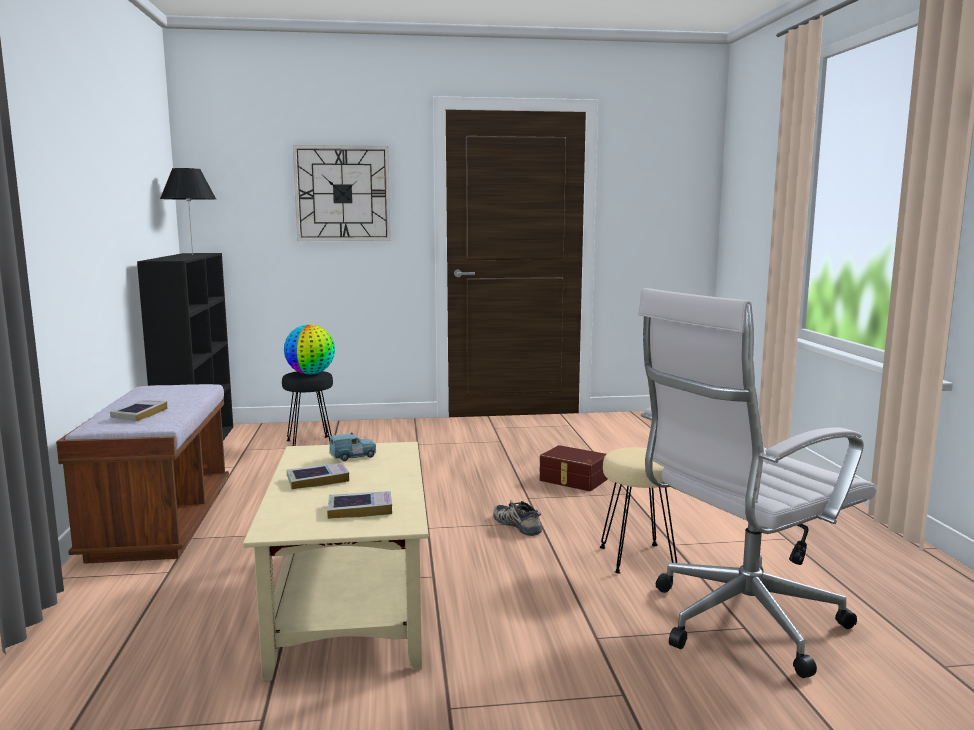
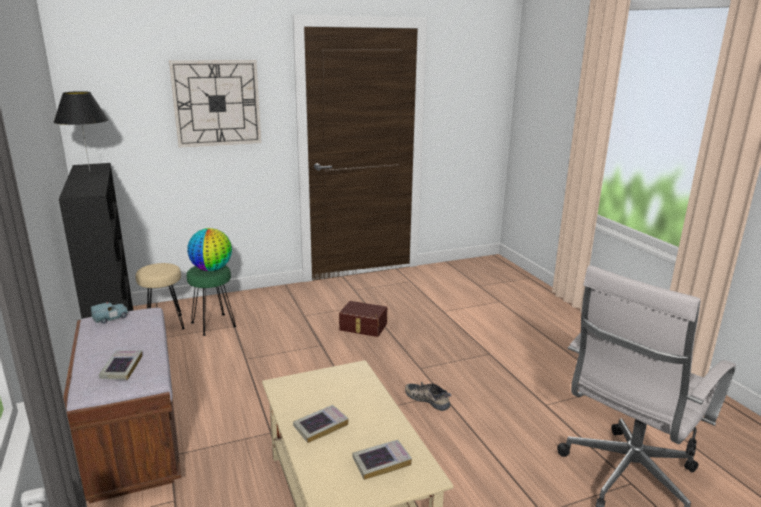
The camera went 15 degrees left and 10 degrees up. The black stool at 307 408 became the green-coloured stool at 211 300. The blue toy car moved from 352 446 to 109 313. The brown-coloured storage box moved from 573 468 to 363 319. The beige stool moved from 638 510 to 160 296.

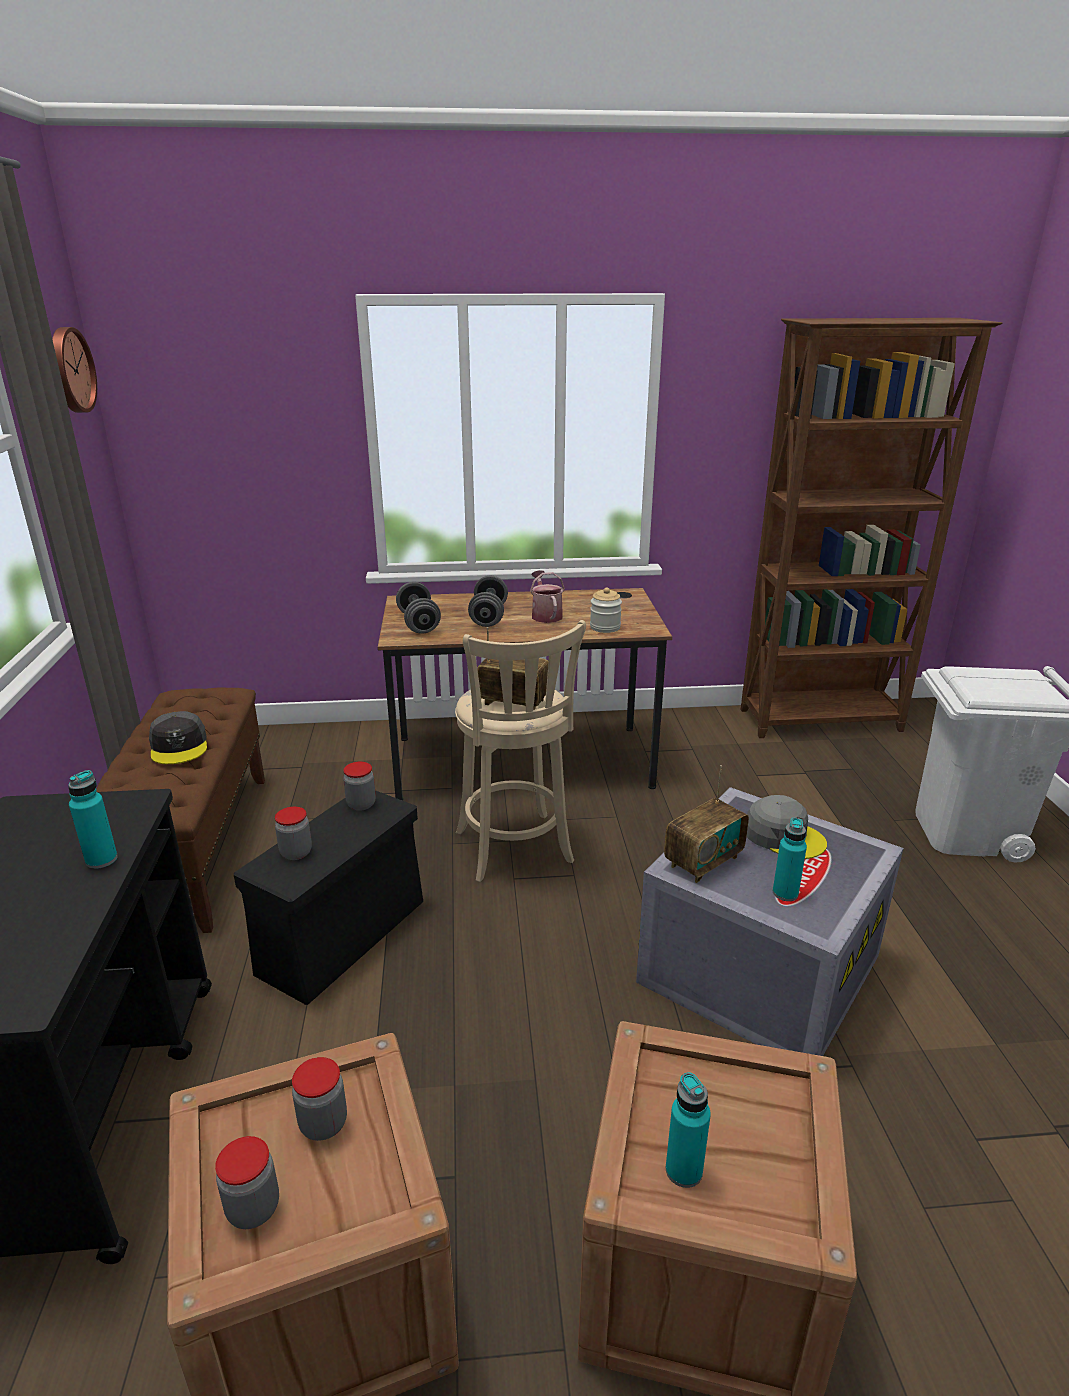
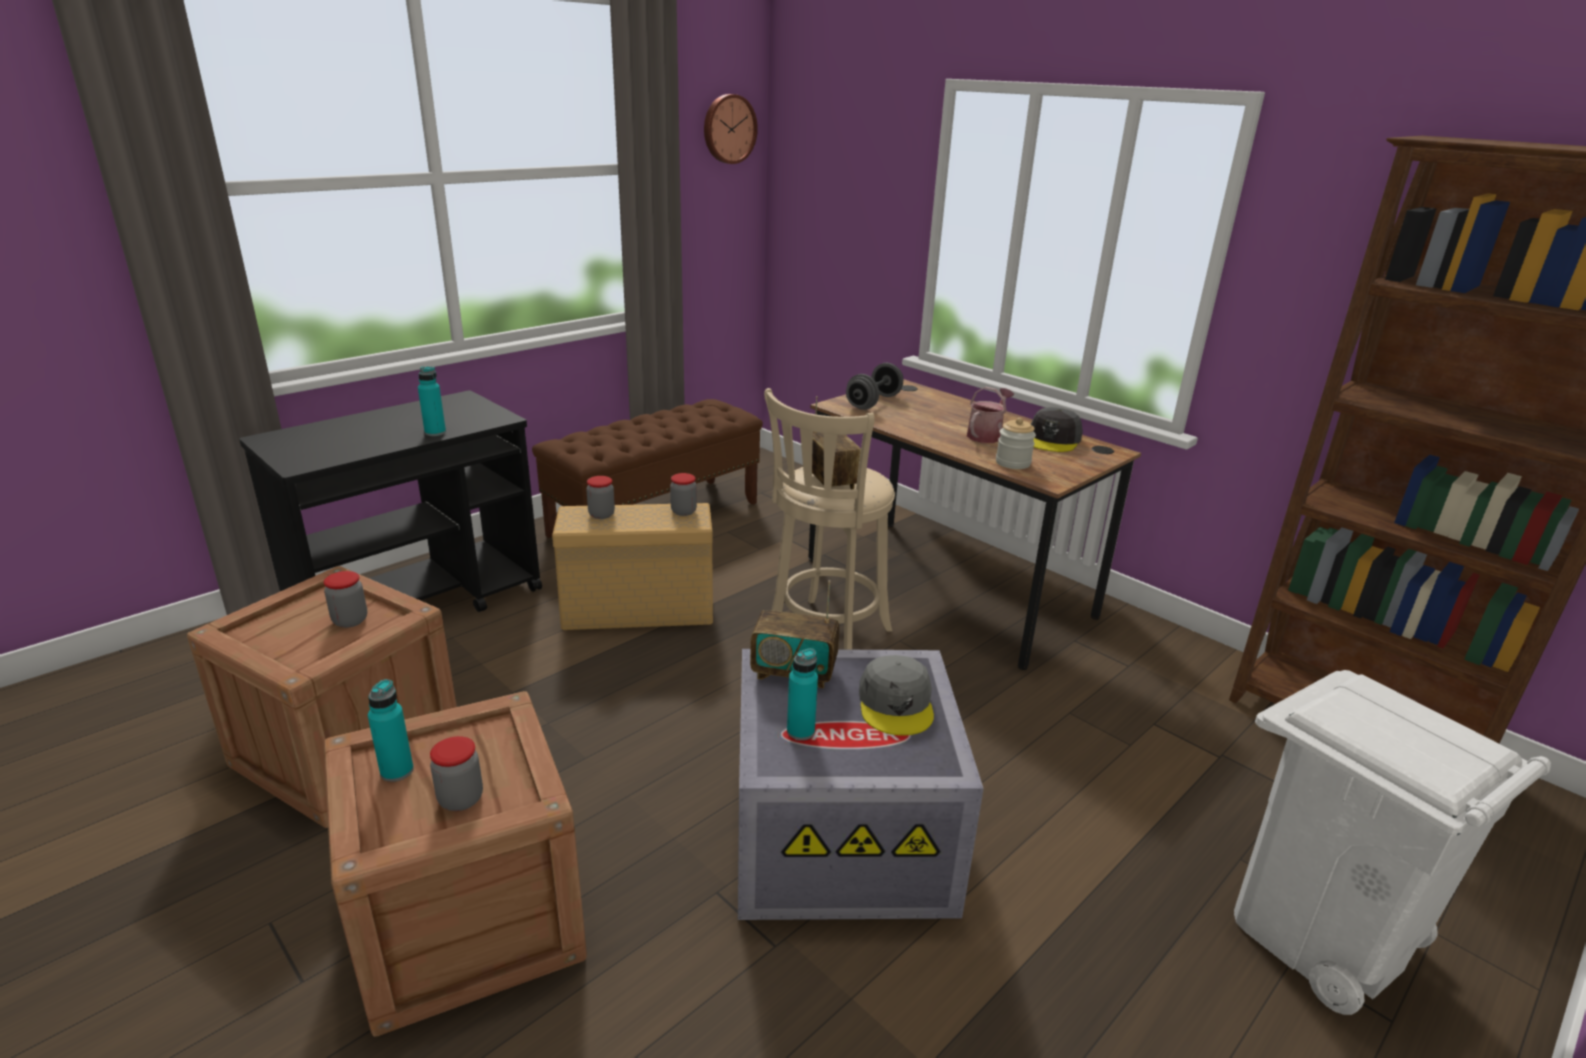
The camera went 50 degrees right and 0 degrees up. The grey hand weight at 488 601 disappeared. The grey cap moved from 178 737 to 1057 429. The black storage box at 328 897 became the beige storage box at 632 566. The preserve jar moved from 247 1182 to 456 773.

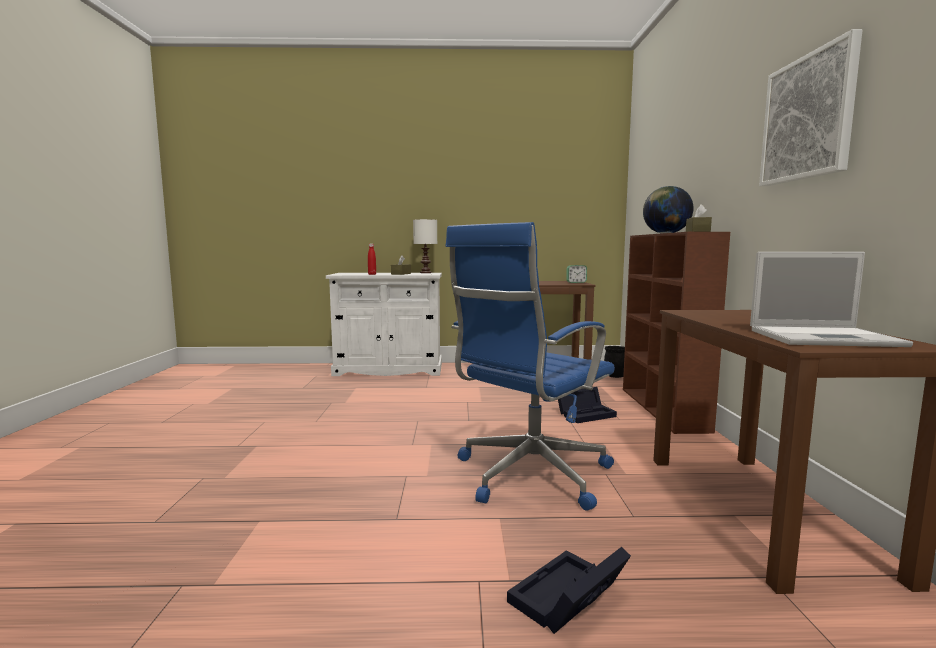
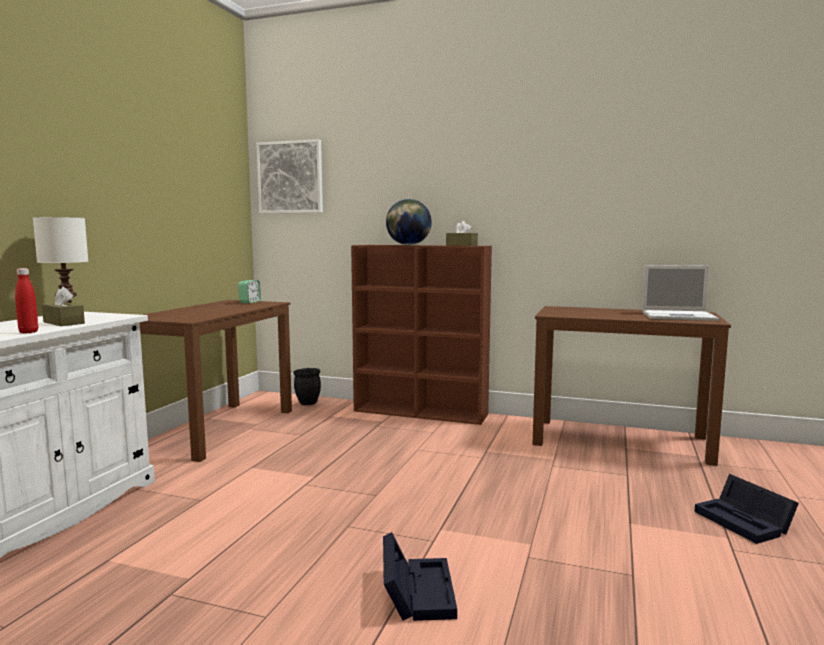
The camera went 70 degrees left and 0 degrees up. The picture moved from 811 107 to 289 176. The blue desk chair at 530 366 disappeared. The laptop at 831 299 turned 75 degrees clockwise. The black storage box moved from 587 405 to 420 576.

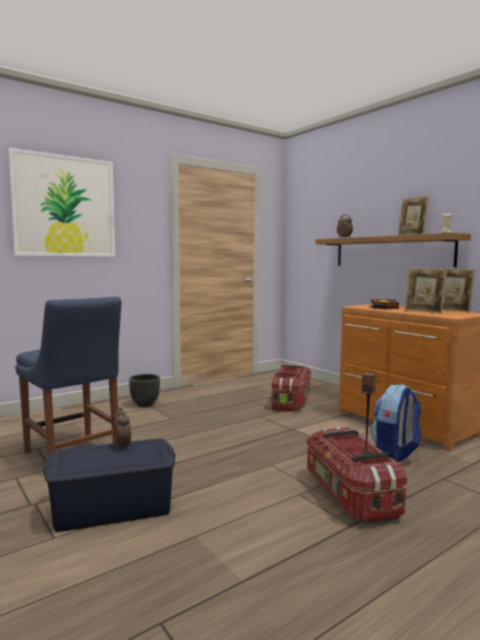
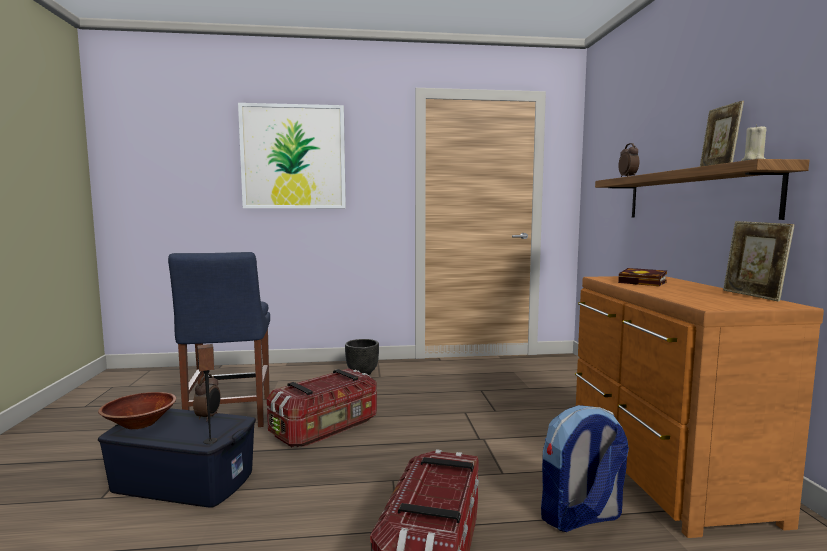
The camera went 30 degrees right and 0 degrees up. The picture frame at 426 290 disappeared. The storage box moved from 291 387 to 322 408. The audio speaker moved from 369 413 to 207 394. The brown-coloured bowl at 137 410 appeared.

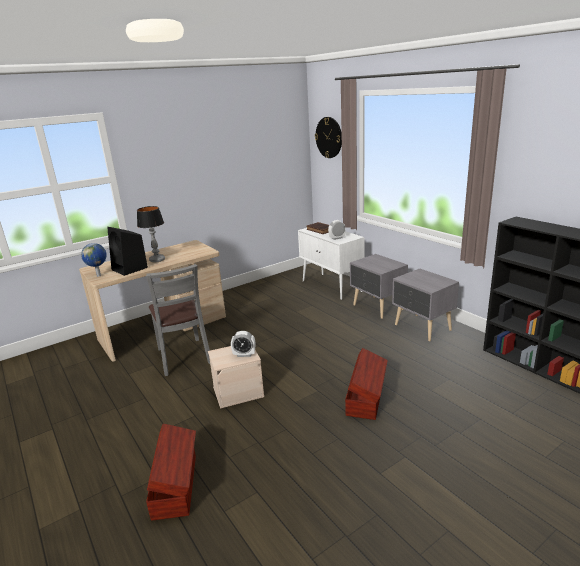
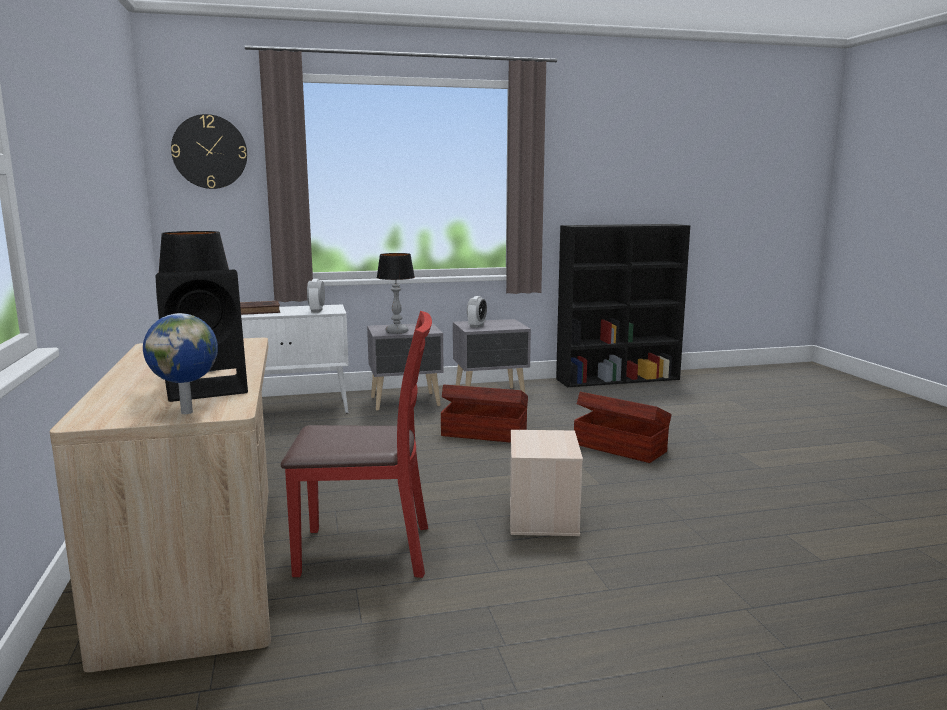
The camera went 70 degrees left and 10 degrees down. The grey upright chair at 178 320 became the red upright chair at 356 444. The table clock moved from 243 344 to 477 312. The brown-coloured storage box moved from 171 472 to 484 414. The table lamp at 396 293 appeared.

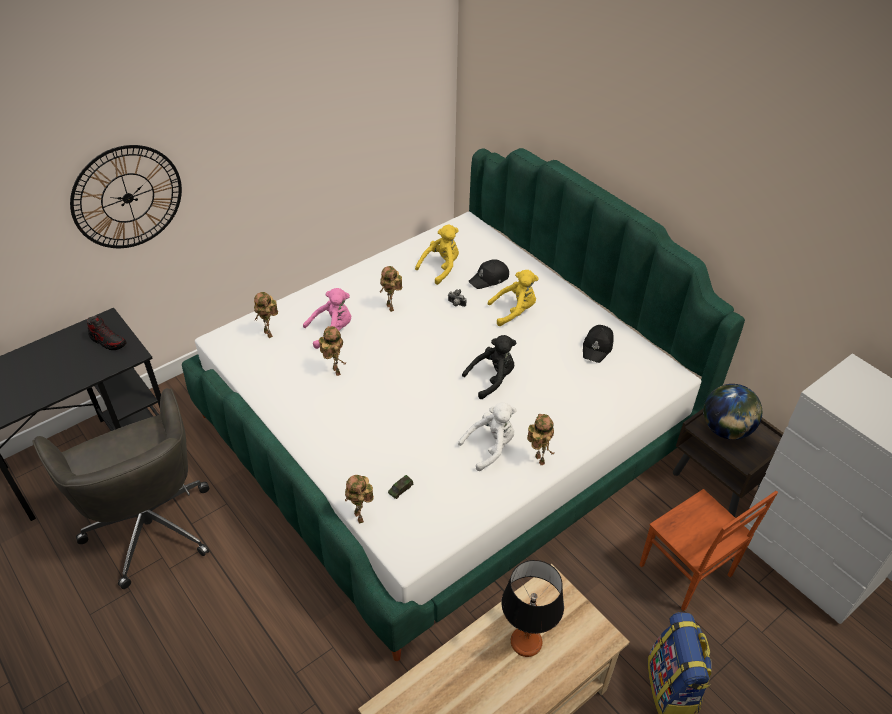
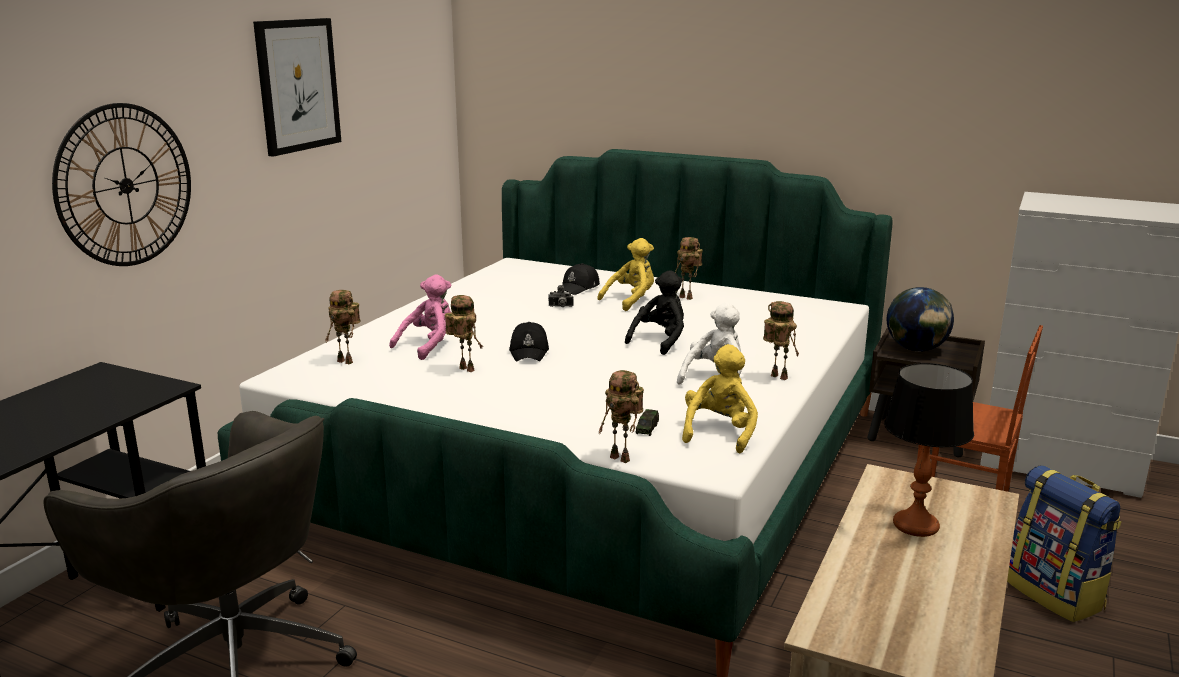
The camera went 25 degrees left and 25 degrees down. The yellowish soft toy moved from 437 254 to 720 398. The toy robot moved from 390 289 to 689 268. The item of footwear at 107 333 disappeared. The black cap moved from 598 344 to 529 342. The picture at 297 87 appeared.

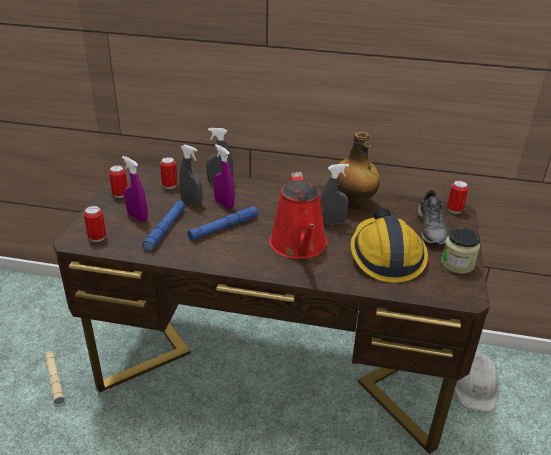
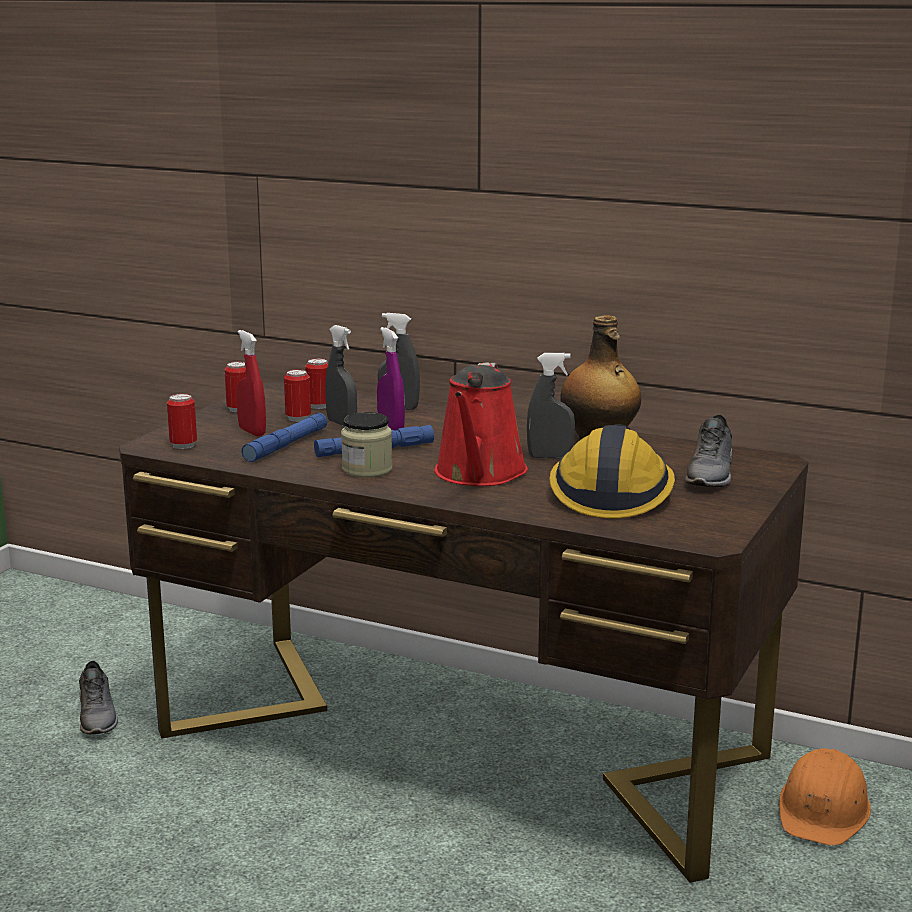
The camera went 15 degrees right and 15 degrees down. The purple hand sprayer at 135 189 became the red hand sprayer at 251 383. The sealed can moved from 458 197 to 297 395. The preserve jar moved from 460 251 to 366 445. The beige flashlight at 55 378 was replaced by the grey item of footwear at 98 697. The whitish safety helmet at 477 382 became the orange-coloured safety helmet at 825 797.

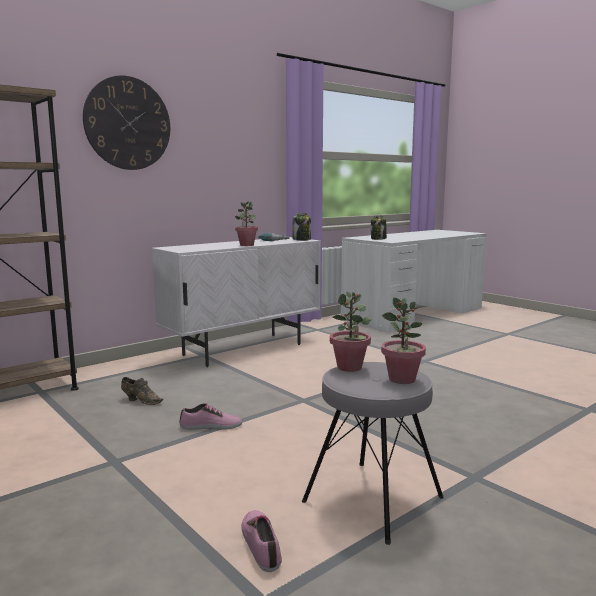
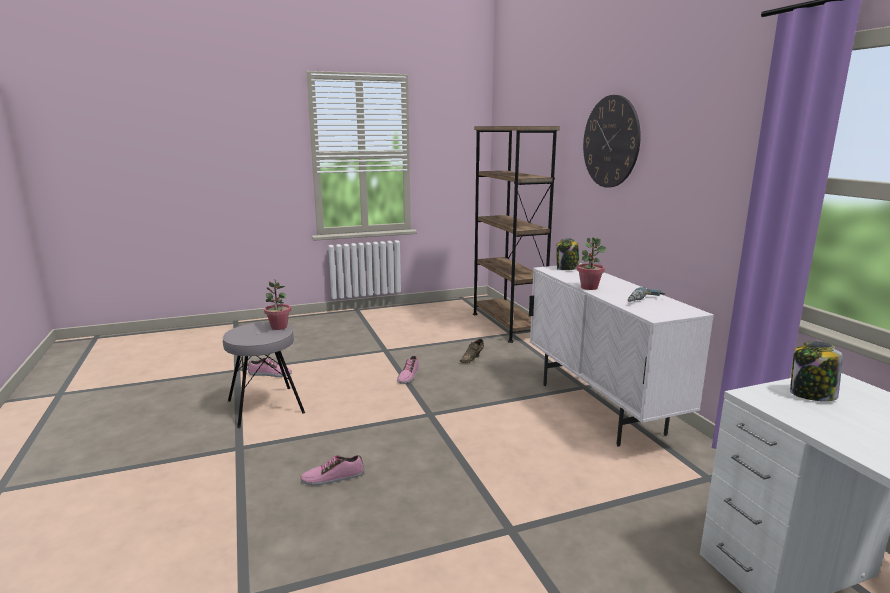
The camera went 110 degrees right and 5 degrees up. The preserve jar moved from 302 227 to 567 254. The plant in a pot at 403 341 disappeared. The item of footwear at 332 470 appeared.

